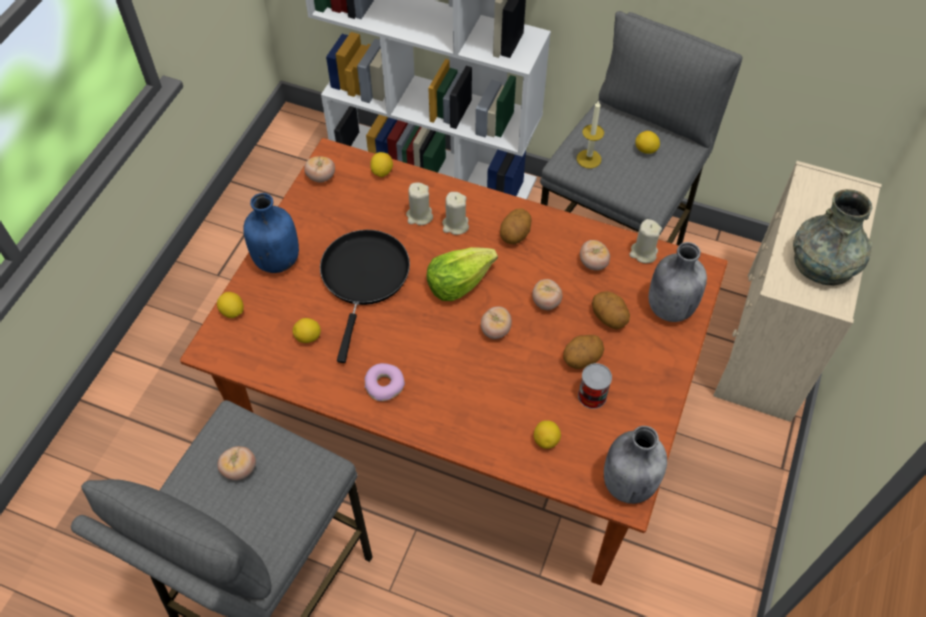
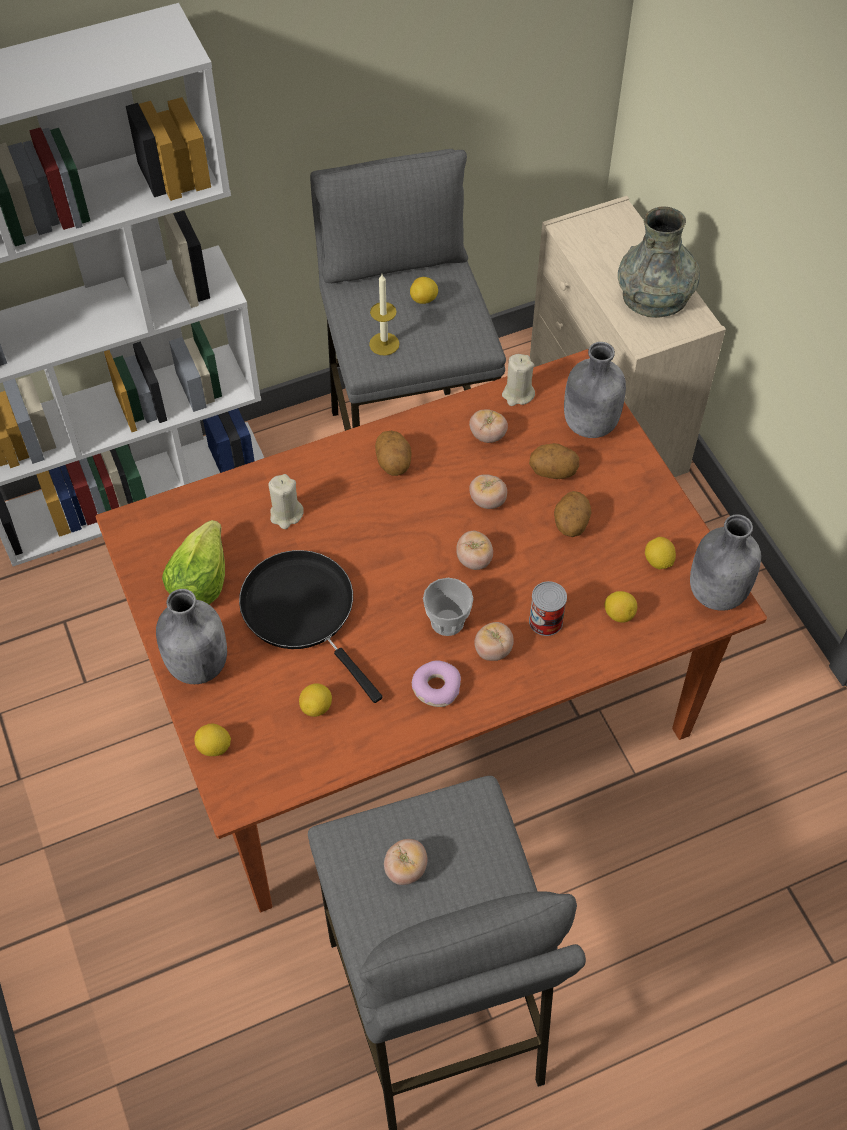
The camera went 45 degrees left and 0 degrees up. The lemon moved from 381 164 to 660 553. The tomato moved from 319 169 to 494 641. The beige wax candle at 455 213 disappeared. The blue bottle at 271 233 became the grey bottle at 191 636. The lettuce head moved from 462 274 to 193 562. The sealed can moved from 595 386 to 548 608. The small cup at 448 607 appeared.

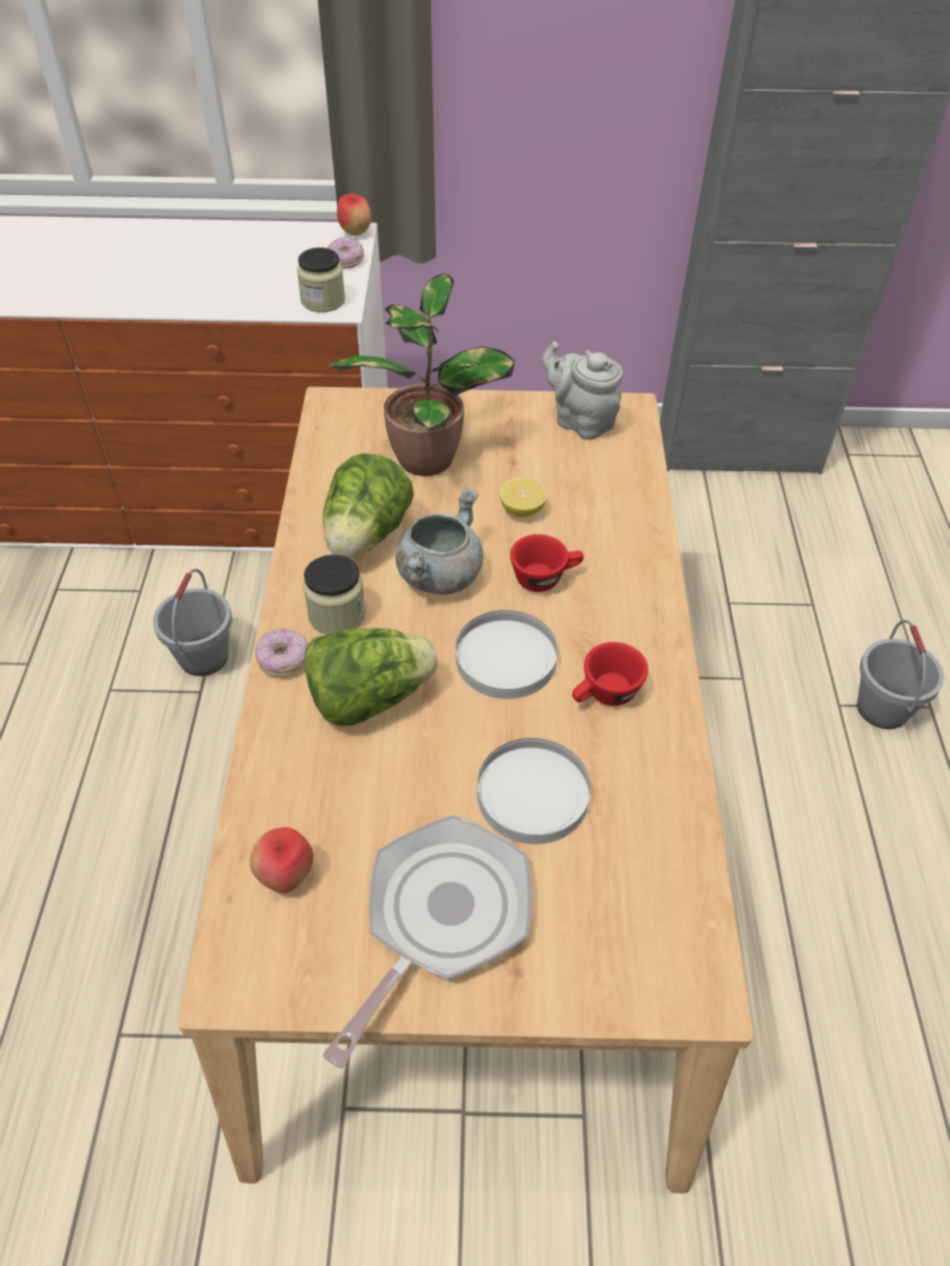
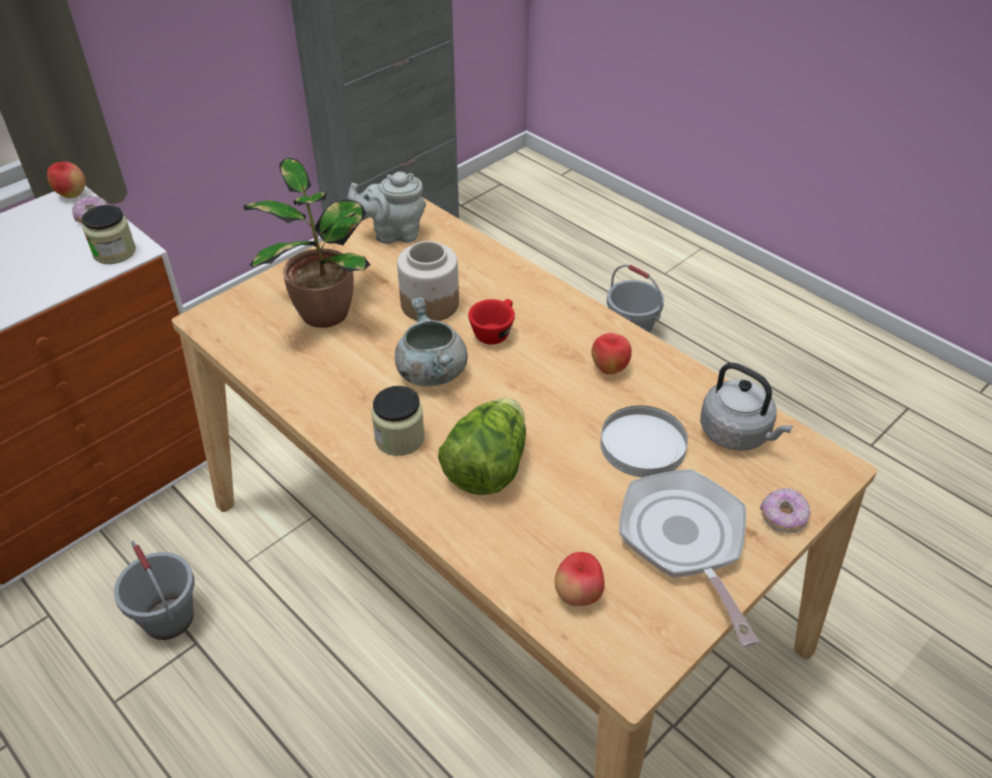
The camera went 45 degrees left and 5 degrees down. The lettuce head at 368 506 disappeared. The lemon at 523 497 was replaced by the preserve jar at 428 281. The whitish flat dish at 506 654 disappeared. The donut moved from 282 653 to 785 511. The red small cup at 610 674 was replaced by the apple at 612 354. The grey tea kettle at 746 407 appeared.

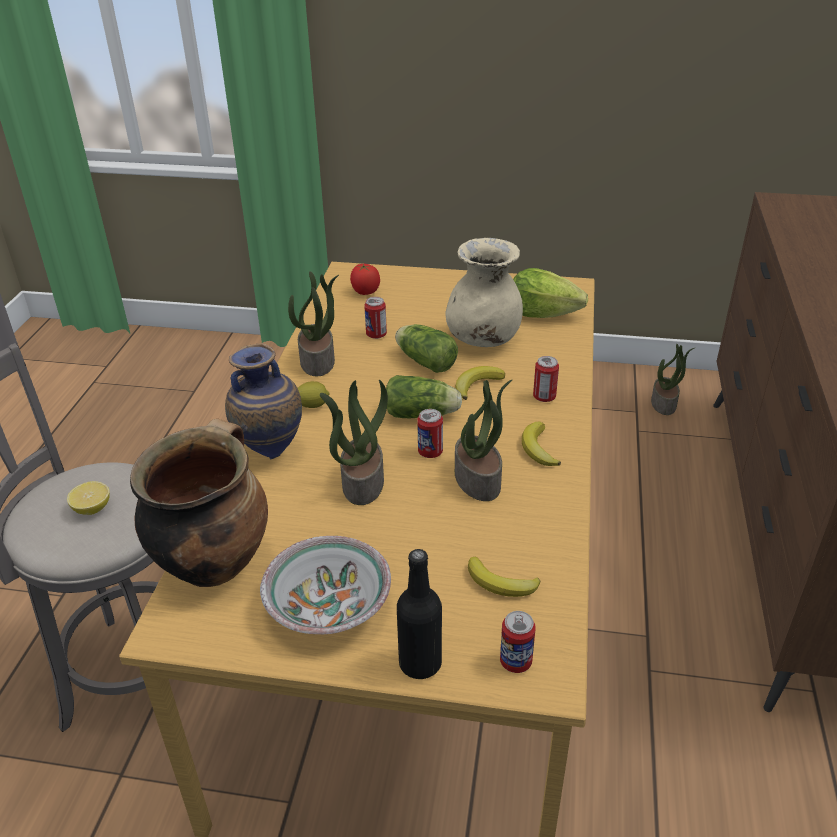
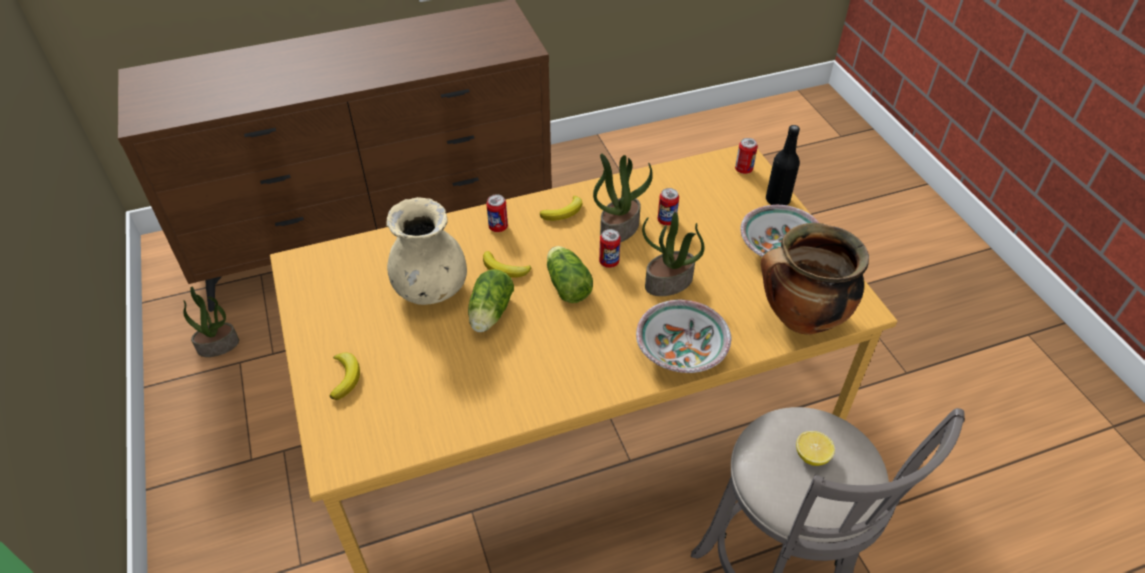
The camera went 120 degrees left and 10 degrees up. The tomato at 365 279 disappeared. The lettuce head at 550 293 disappeared. The plant in a pot at 313 323 disappeared. The sealed can moved from 375 318 to 668 207. The decorative vase at 263 401 was replaced by the bowl at 683 336. The lemon at 314 394 disappeared. The banana moved from 504 576 to 344 376.

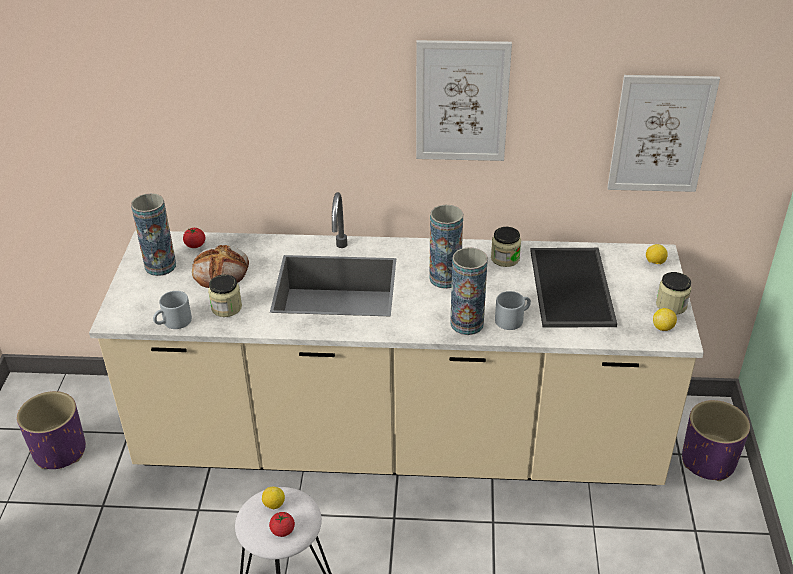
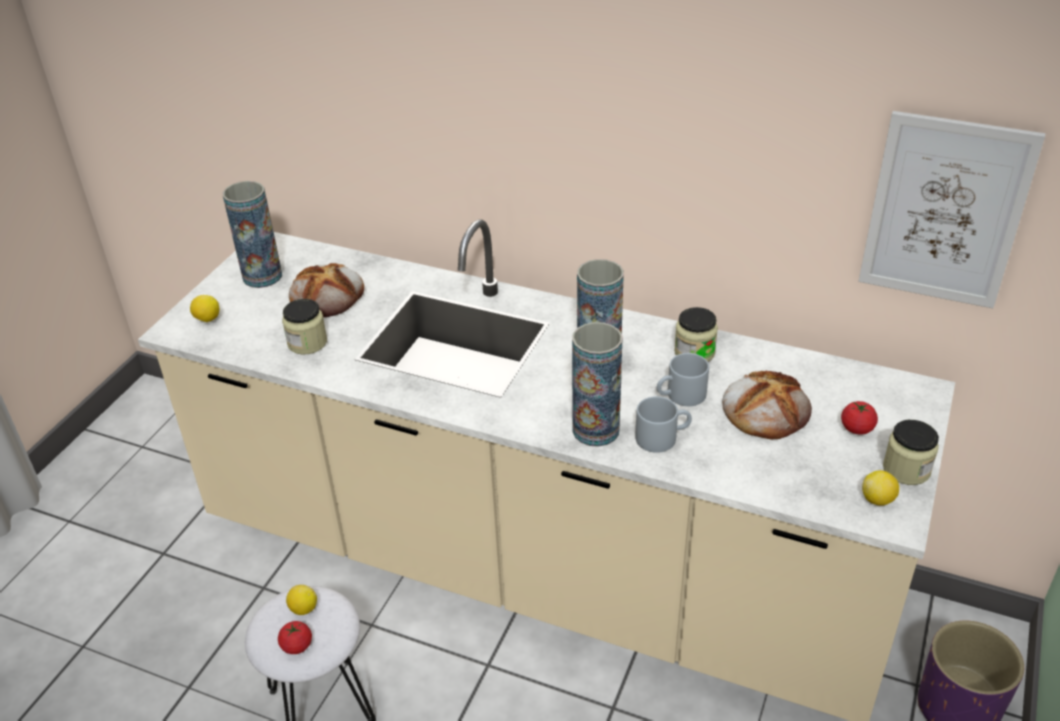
The camera went 20 degrees right and 0 degrees up. The picture at 464 100 disappeared. The tomato moved from 194 238 to 859 418. The lemon moved from 657 254 to 204 308. The carrying tray at 573 288 was replaced by the bread at 767 405. The grey coffee mug moved from 172 310 to 683 379. The purple plant pot at 51 430 disappeared.

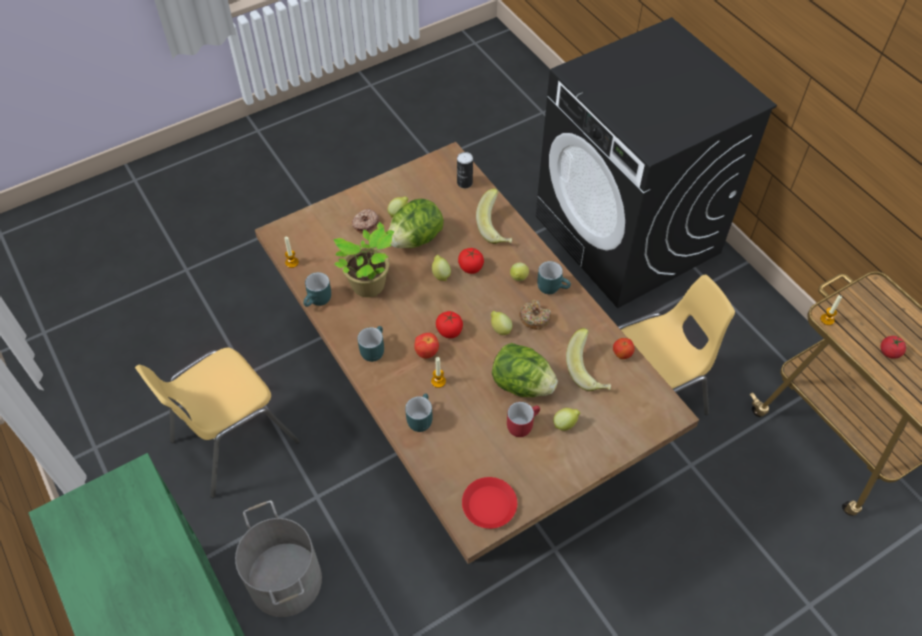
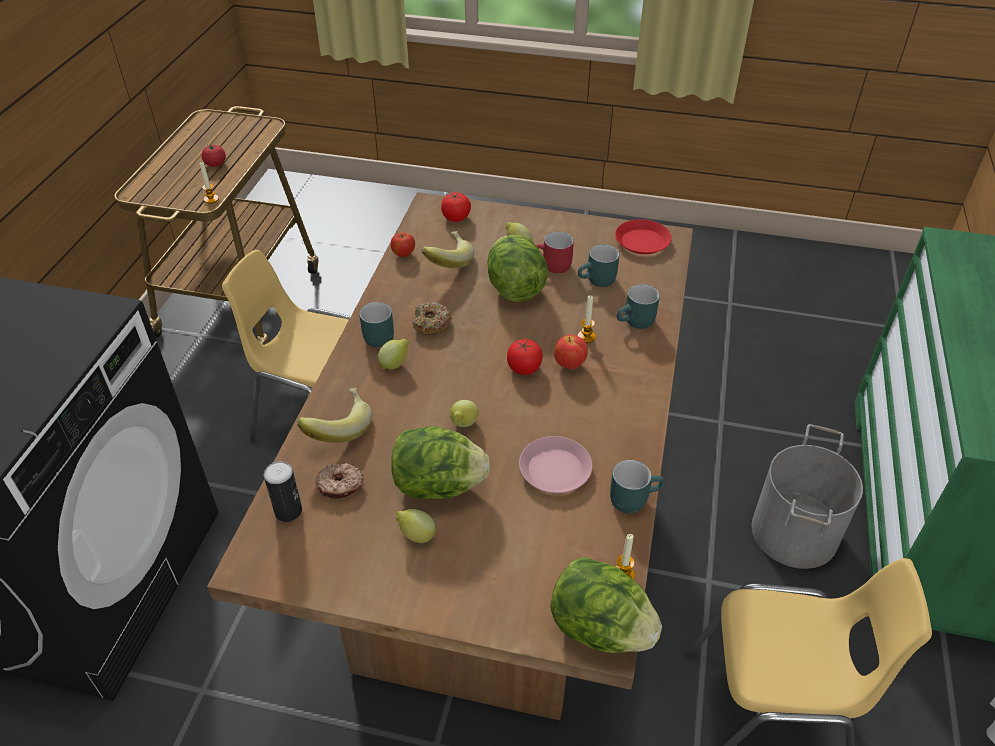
The camera went 135 degrees left and 10 degrees down. The donut moved from 365 221 to 340 481. The plant in a pot at 364 259 was replaced by the pink flat dish at 555 464. The tomato moved from 471 261 to 456 207. The lemon at 501 323 disappeared. The turquoise coffee mug moved from 371 344 to 598 266. The lettuce head at 606 605 appeared.

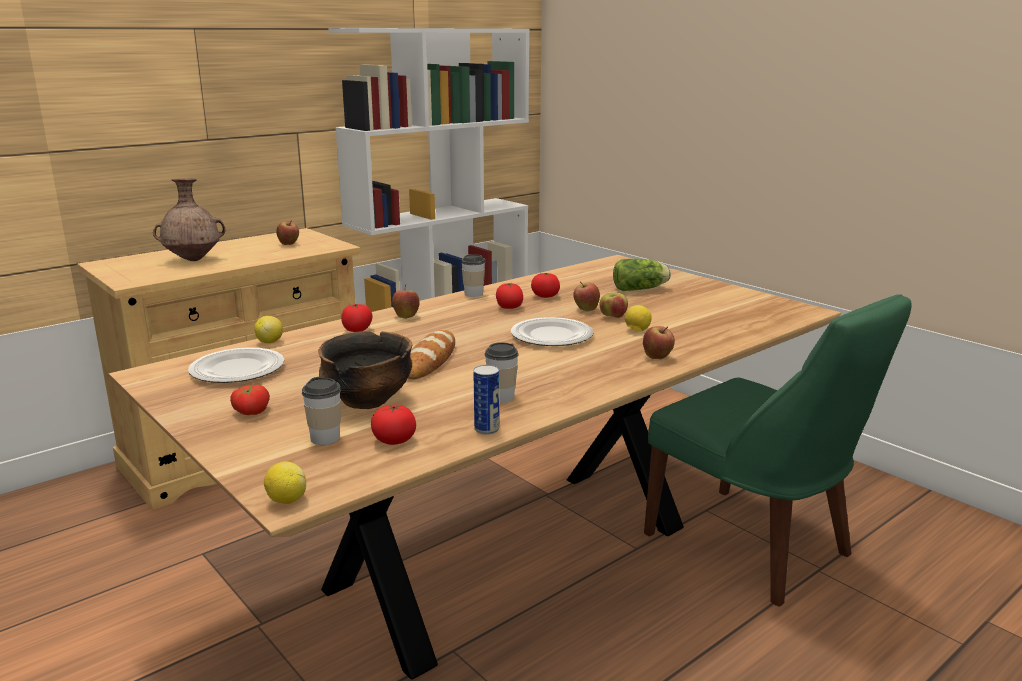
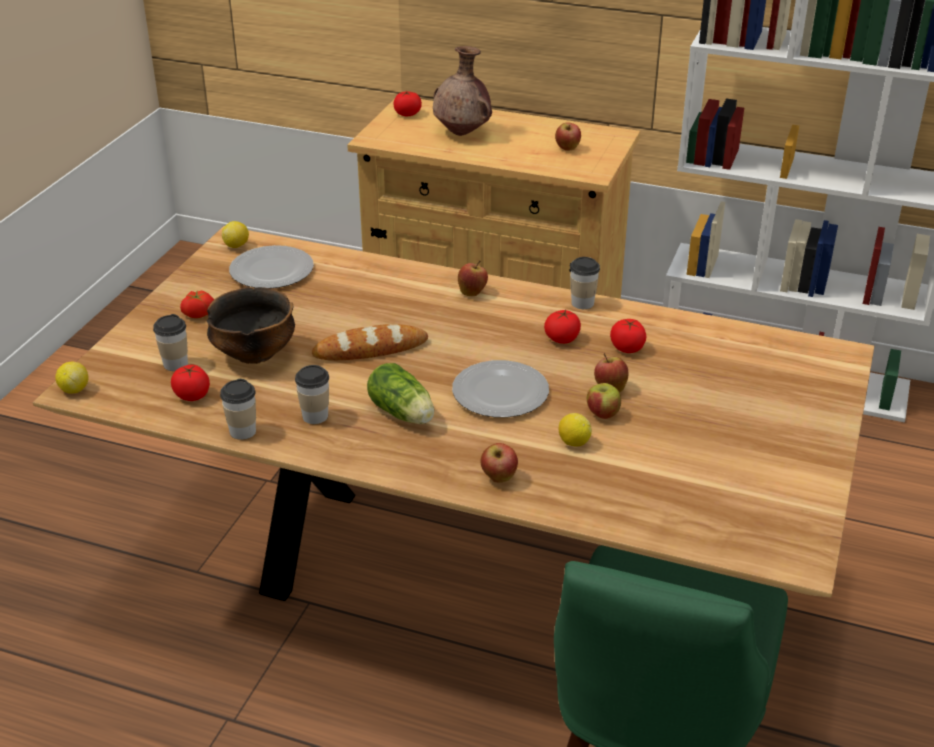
The camera went 60 degrees right and 15 degrees up. The lettuce head moved from 642 275 to 400 393. The tomato moved from 356 318 to 408 103. The lemon moved from 268 329 to 235 234. The sealed can at 486 400 was replaced by the small cup at 238 409.

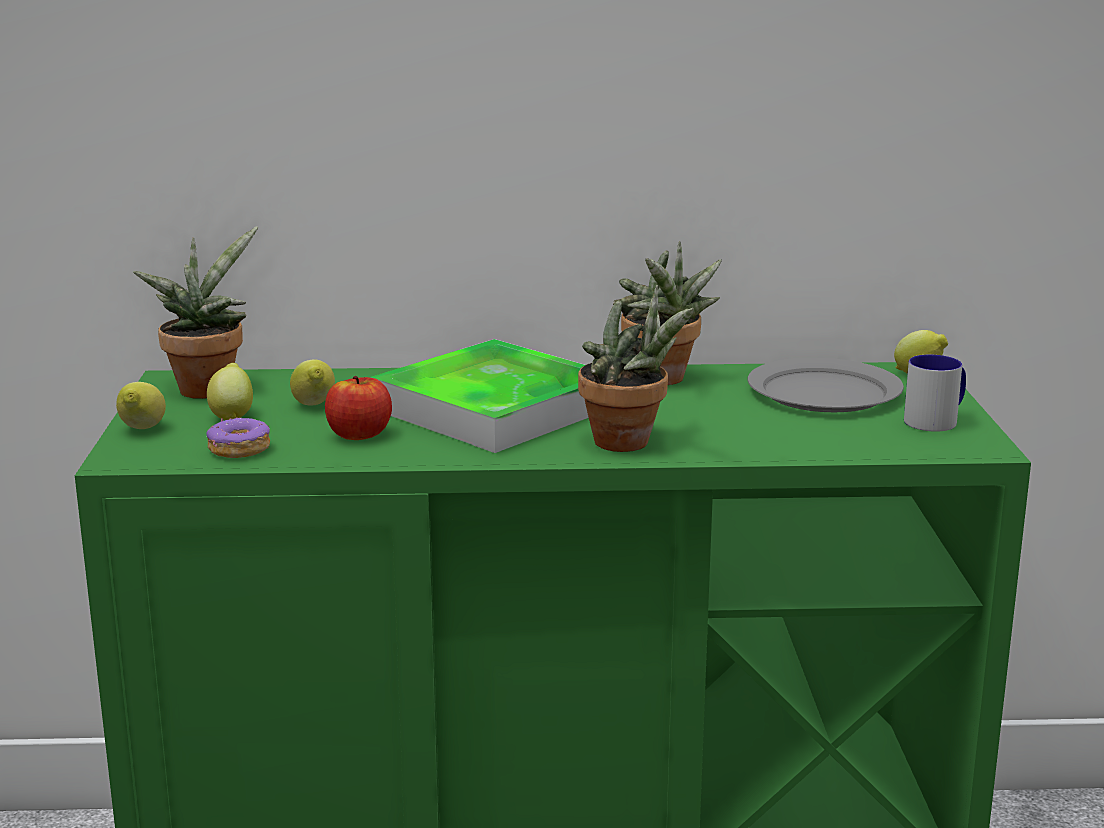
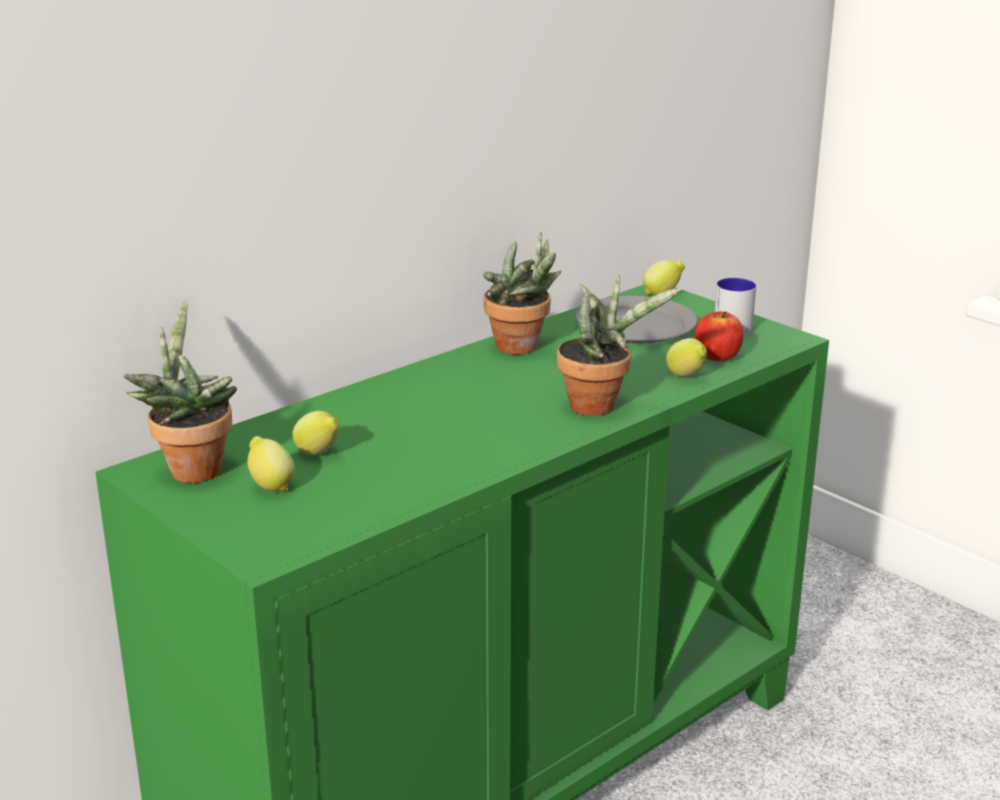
The camera went 40 degrees left and 5 degrees up. The carrying tray at 480 396 disappeared. The apple moved from 358 408 to 719 336. The lemon moved from 141 405 to 686 357. The donut at 238 438 disappeared.

